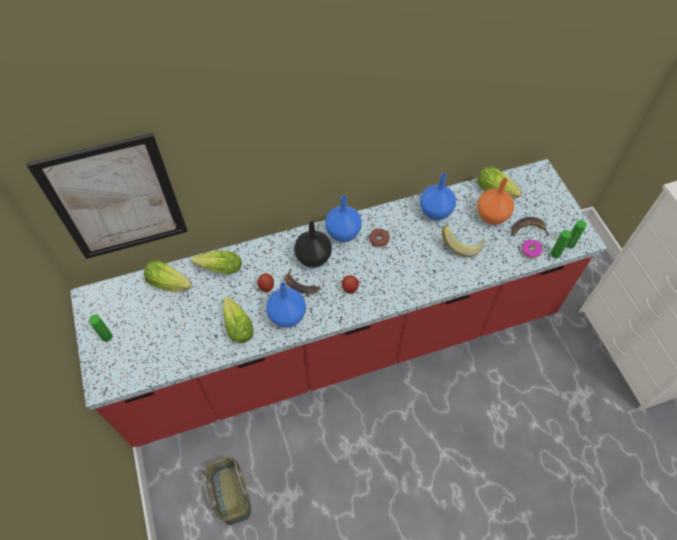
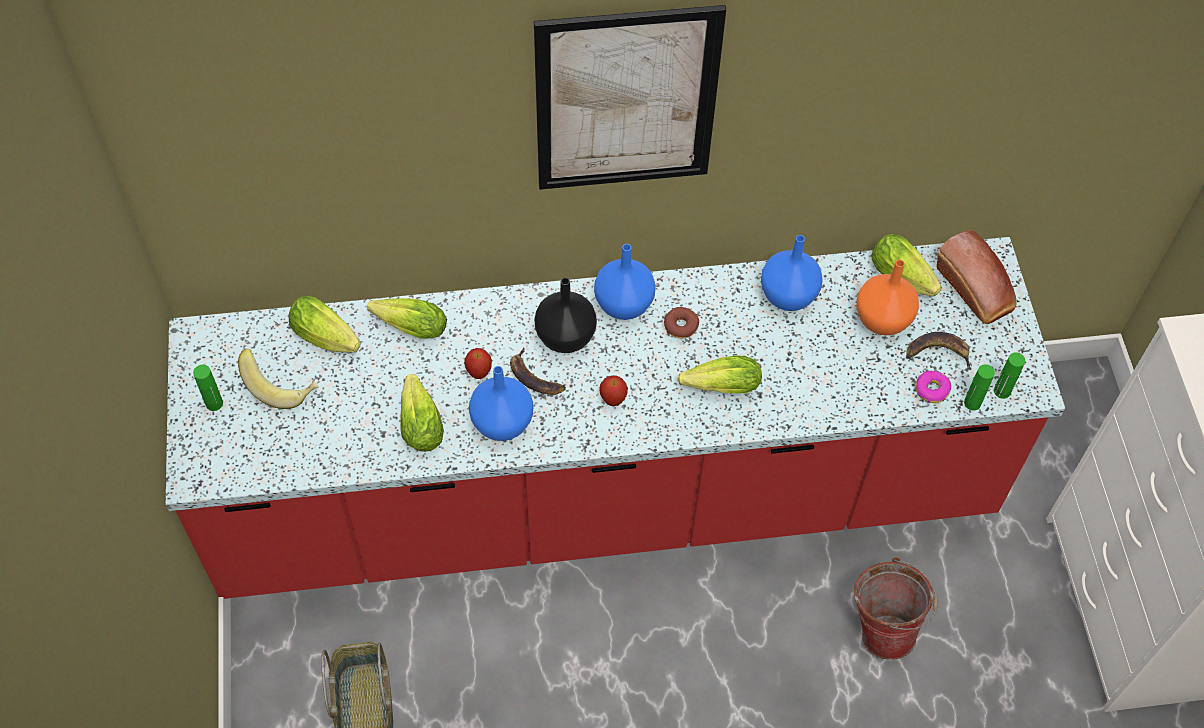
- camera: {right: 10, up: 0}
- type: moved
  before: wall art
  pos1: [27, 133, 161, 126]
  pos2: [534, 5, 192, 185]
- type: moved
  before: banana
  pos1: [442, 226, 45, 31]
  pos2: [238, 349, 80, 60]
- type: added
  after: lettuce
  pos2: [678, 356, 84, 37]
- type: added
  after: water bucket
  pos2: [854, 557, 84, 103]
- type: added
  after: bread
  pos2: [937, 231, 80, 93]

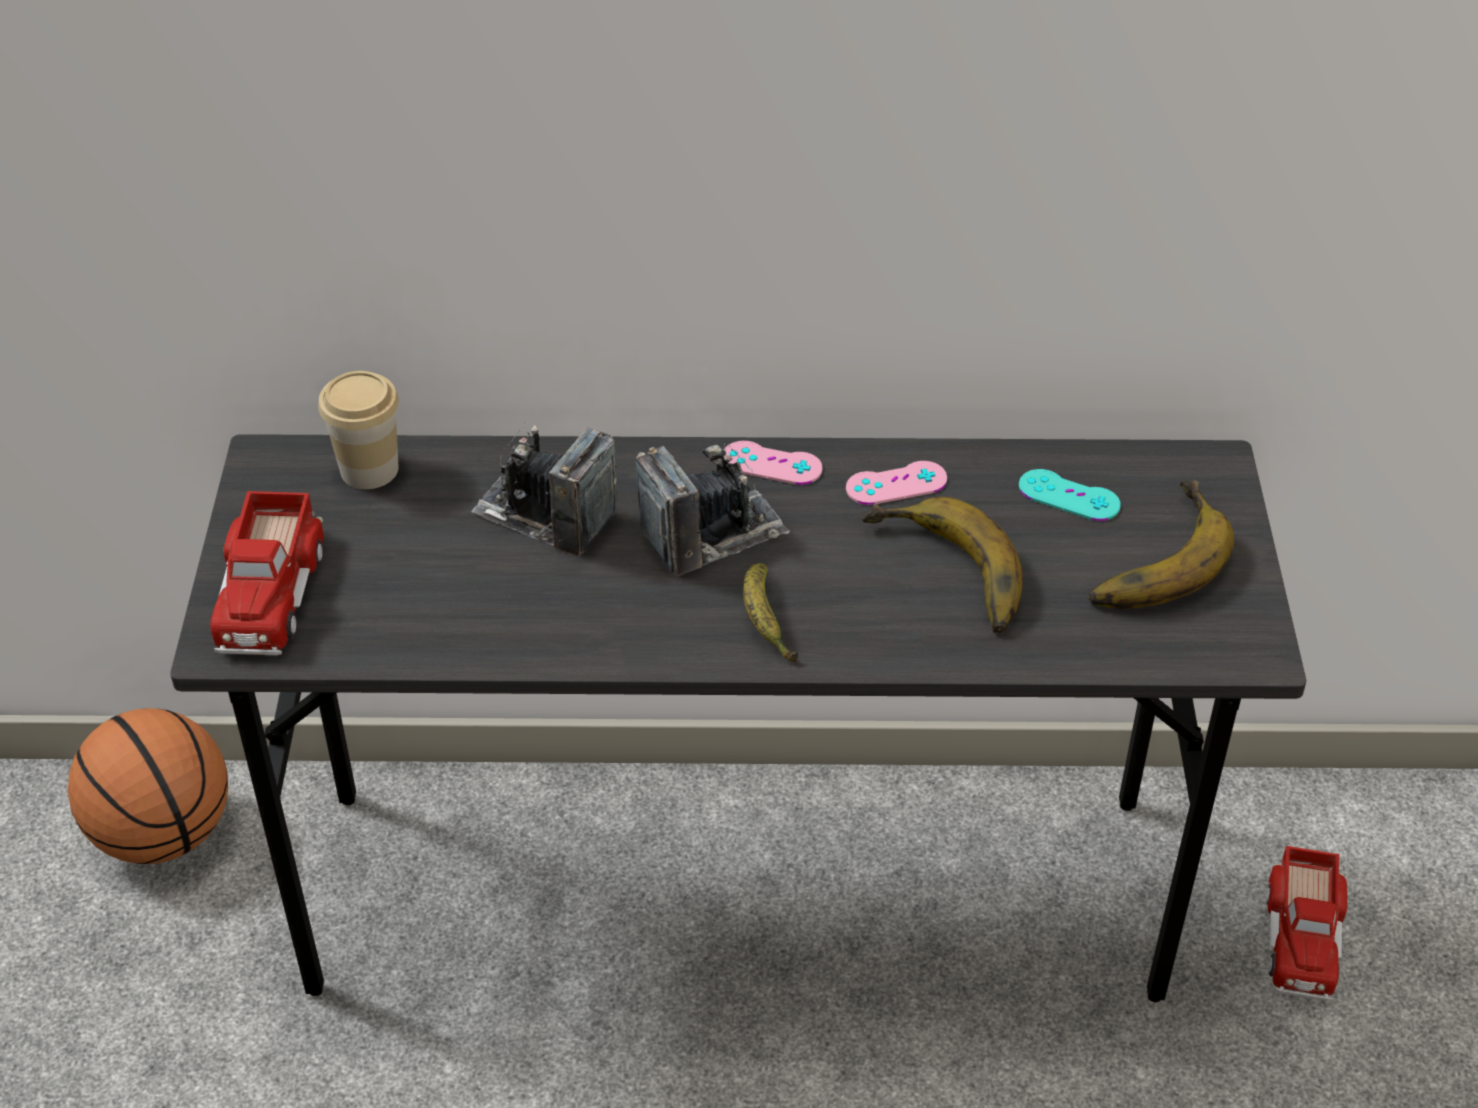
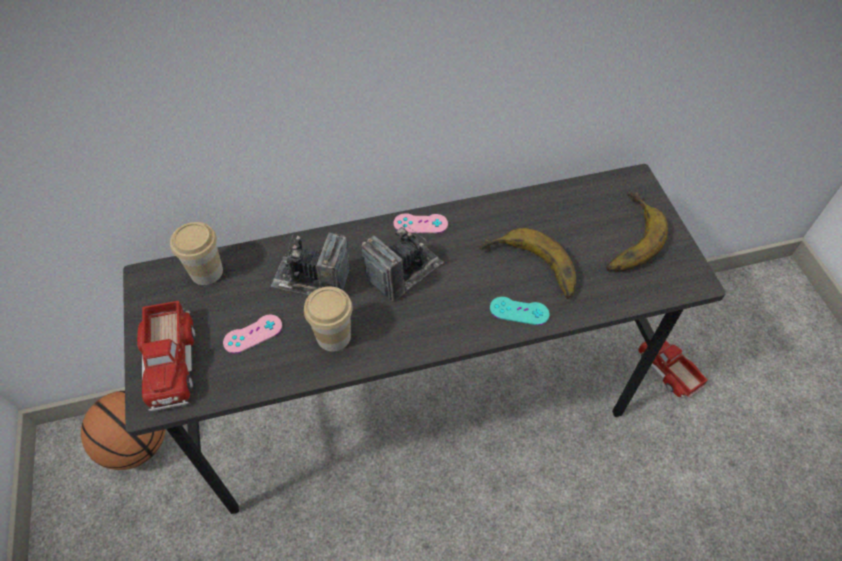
- camera: {right: -15, up: 10}
- type: removed
  before: banana
  pos1: [743, 563, 55, 100]
- type: moved
  before: game controller (pink)
  pos1: [846, 461, 101, 44]
  pos2: [223, 315, 59, 39]
- type: moved
  before: game controller (blue-green)
  pos1: [1019, 469, 102, 52]
  pos2: [490, 297, 60, 28]
- type: turned
  before: toy lorry
  pos1: [1266, 846, 81, 155]
  pos2: [637, 340, 71, 58]
  turn: 150
- type: added
  after: cup
  pos2: [304, 286, 49, 66]

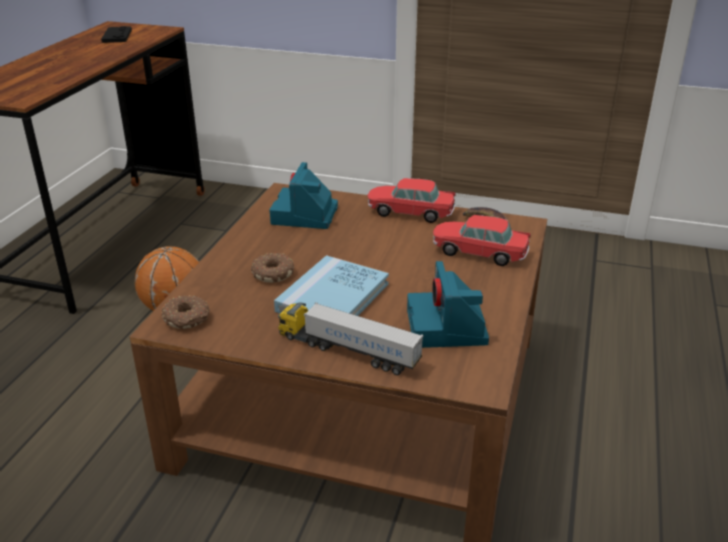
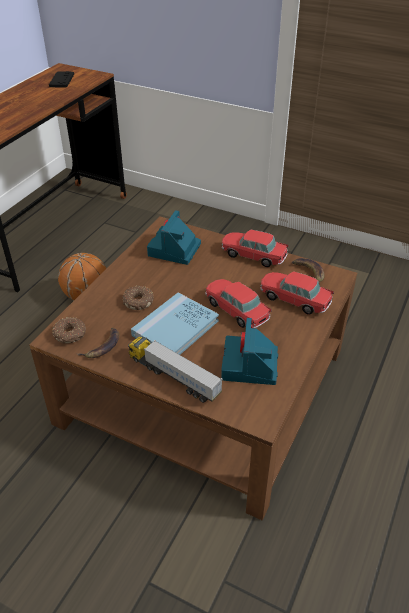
- camera: {right: 10, up: 10}
- type: added
  after: banana
  pos2: [77, 328, 42, 30]
- type: added
  after: toy car
  pos2: [205, 279, 67, 49]

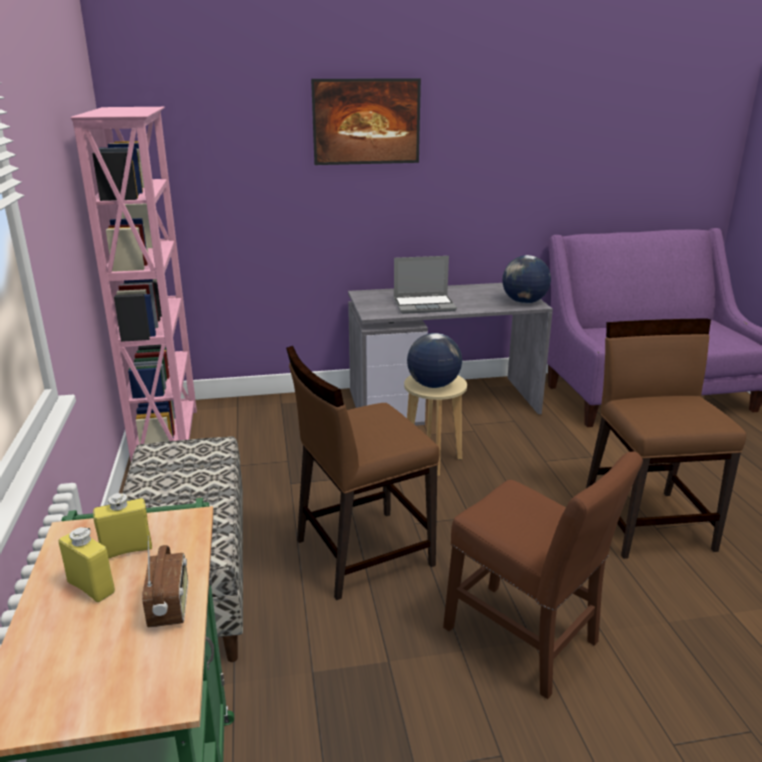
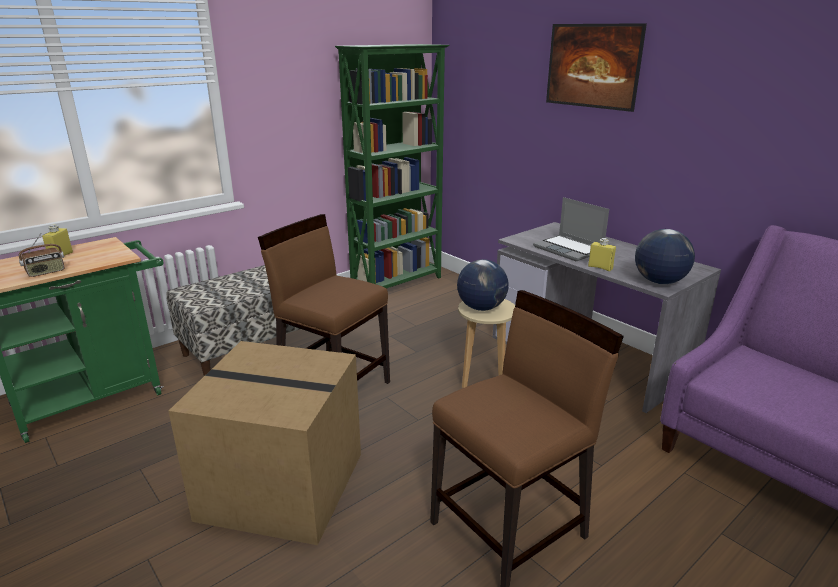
- camera: {right: 60, up: 0}
- type: recoloured
  before: bookcase (pink)
  after: bookcase (green)
  pos1: [71, 107, 126, 354]
  pos2: [335, 44, 115, 244]
- type: moved
  before: bottle (yellow)
  pos1: [93, 493, 59, 66]
  pos2: [588, 238, 28, 33]
- type: replaced
  before: upright chair (brown-coloured)
  after: packing box
  pos1: [443, 452, 200, 247]
  pos2: [168, 341, 193, 204]

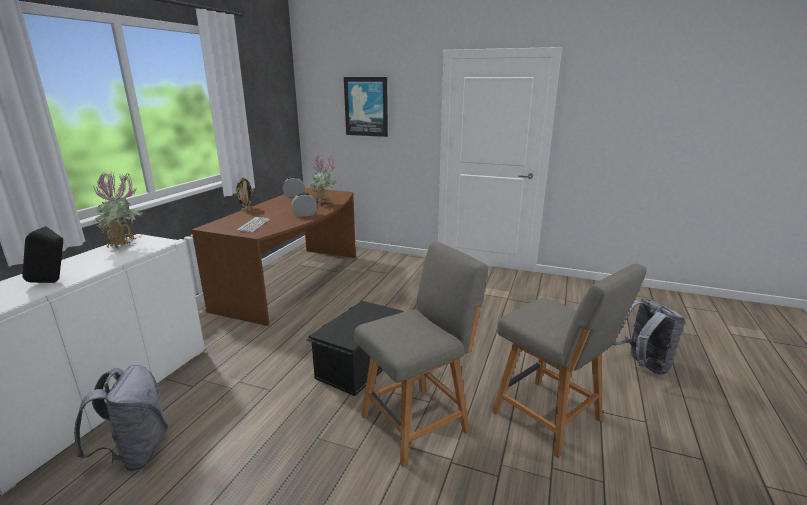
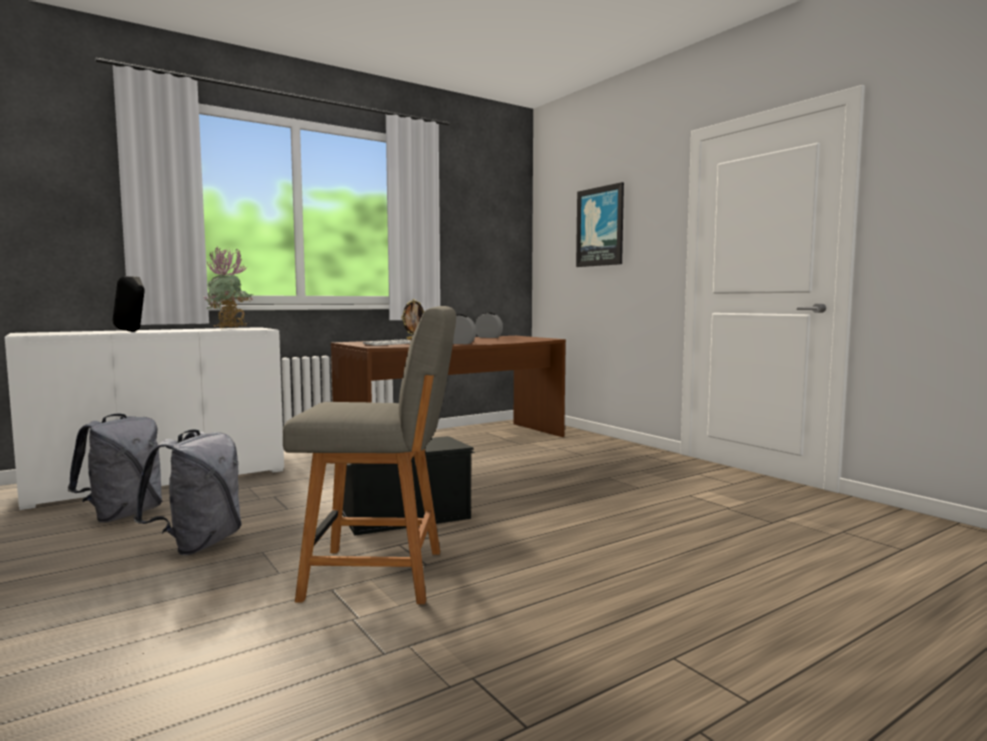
- camera: {right: 35, up: -15}
- type: removed
  before: potted plant
  pos1: [310, 153, 27, 52]
- type: removed
  before: upright chair (gray)
  pos1: [492, 264, 155, 194]
- type: moved
  before: rucksack (gray)
  pos1: [613, 298, 72, 77]
  pos2: [133, 429, 109, 126]

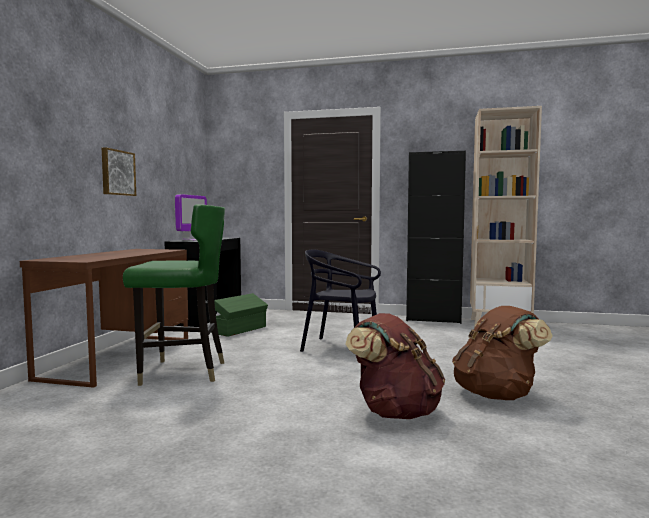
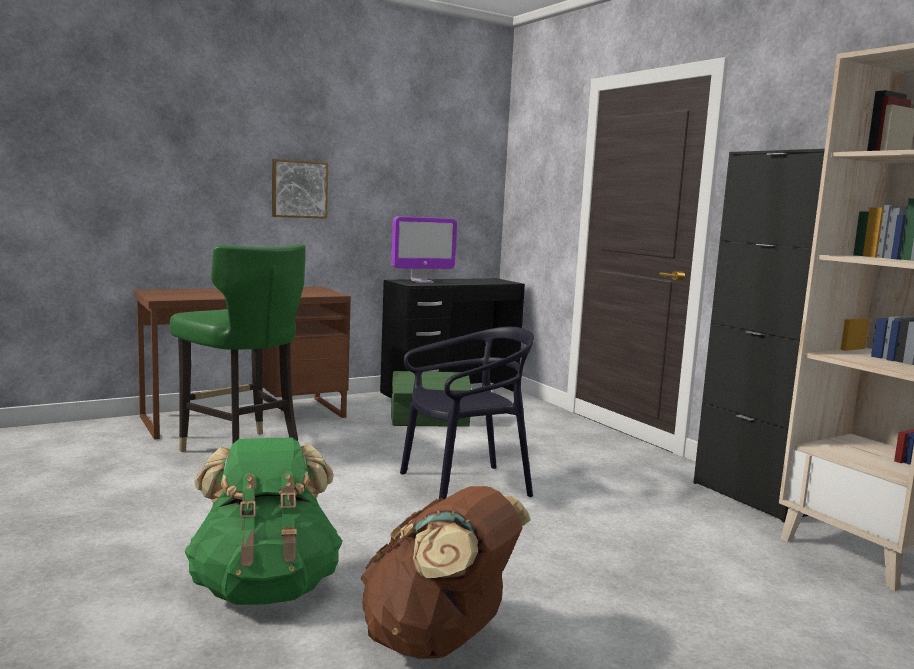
- camera: {right: 45, up: 5}
- type: turned
  before: upright chair (blackish)
  pos1: [300, 249, 81, 103]
  pos2: [400, 327, 134, 173]
  turn: 90
- type: recoloured
  before: rucksack (brown-coloured)
  after: rucksack (green)
  pos1: [345, 313, 100, 106]
  pos2: [185, 438, 157, 167]

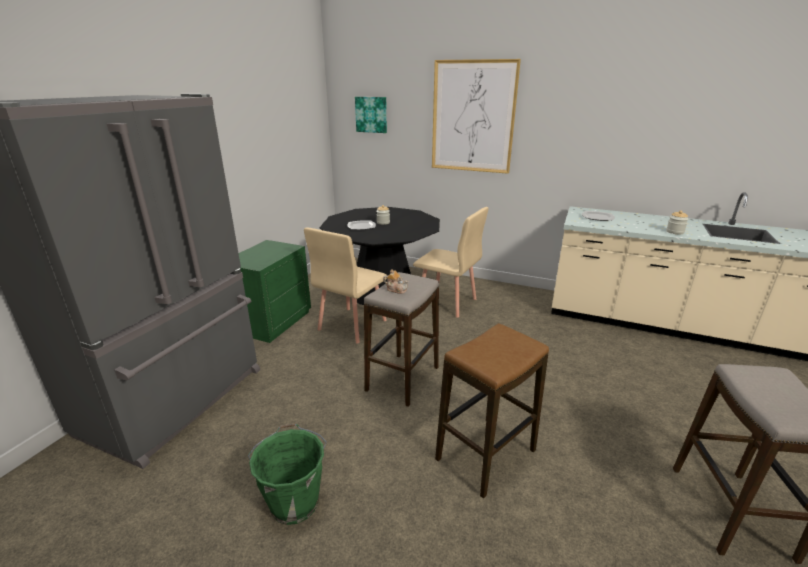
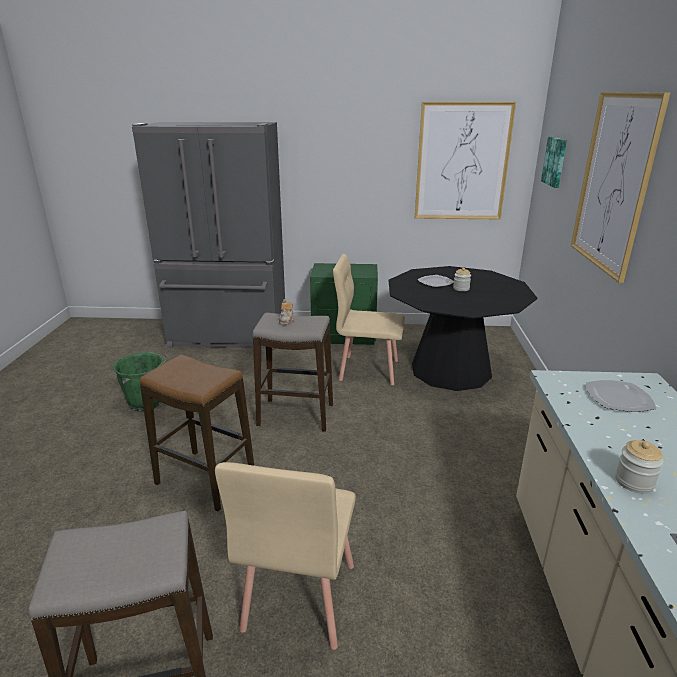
- camera: {right: 70, up: 0}
- type: moved
  before: upright chair (beige-coloured)
  pos1: [413, 207, 75, 111]
  pos2: [215, 462, 141, 188]
- type: added
  after: wall art
  pos2: [415, 102, 101, 117]

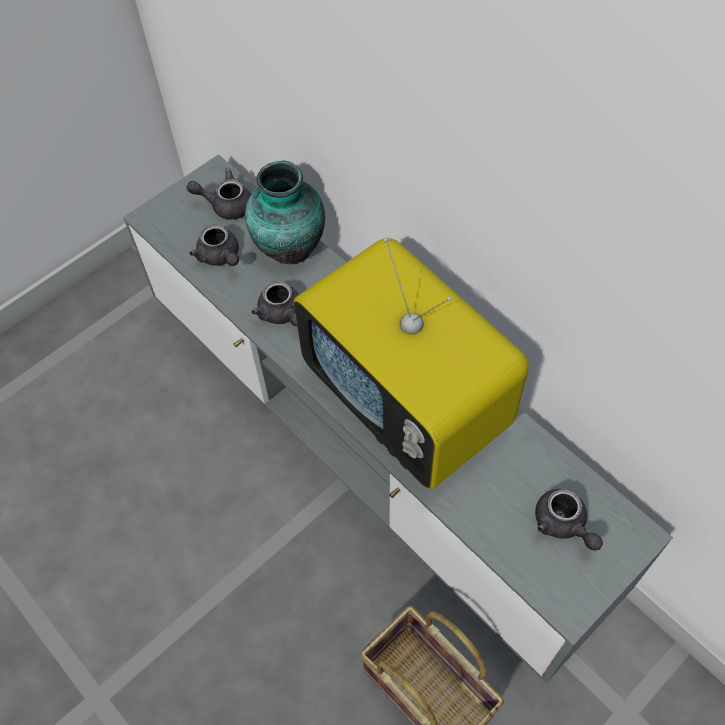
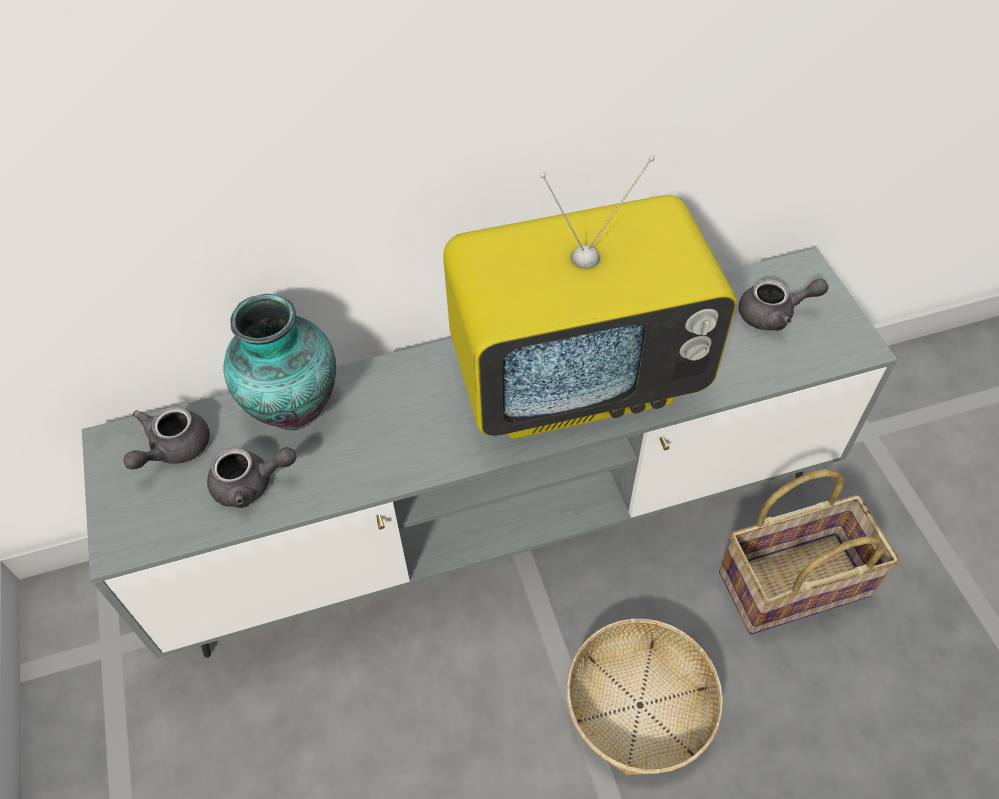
- camera: {right: -65, up: -5}
- type: removed
  before: teapot (gray)
  pos1: [252, 281, 47, 45]
- type: added
  after: basket
  pos2: [567, 619, 156, 156]

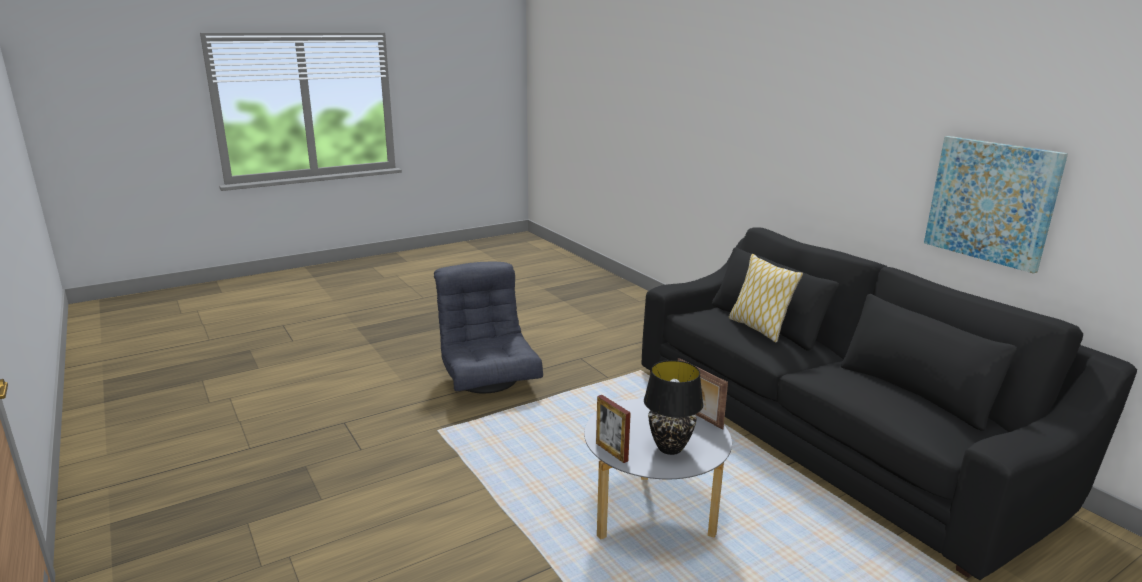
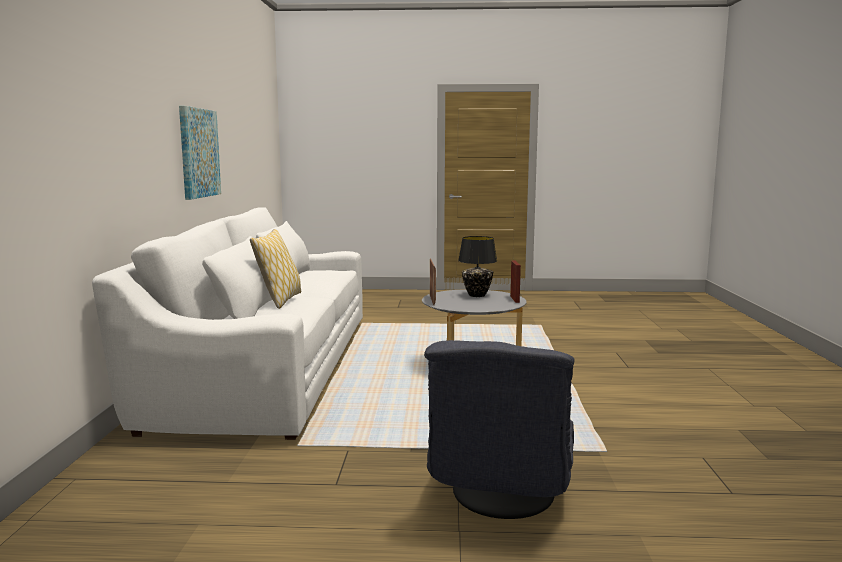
- camera: {right: -145, up: -10}
- type: recoloured
  before: settee (blackish)
  after: settee (whitish)
  pos1: [641, 227, 496, 353]
  pos2: [92, 207, 271, 233]

